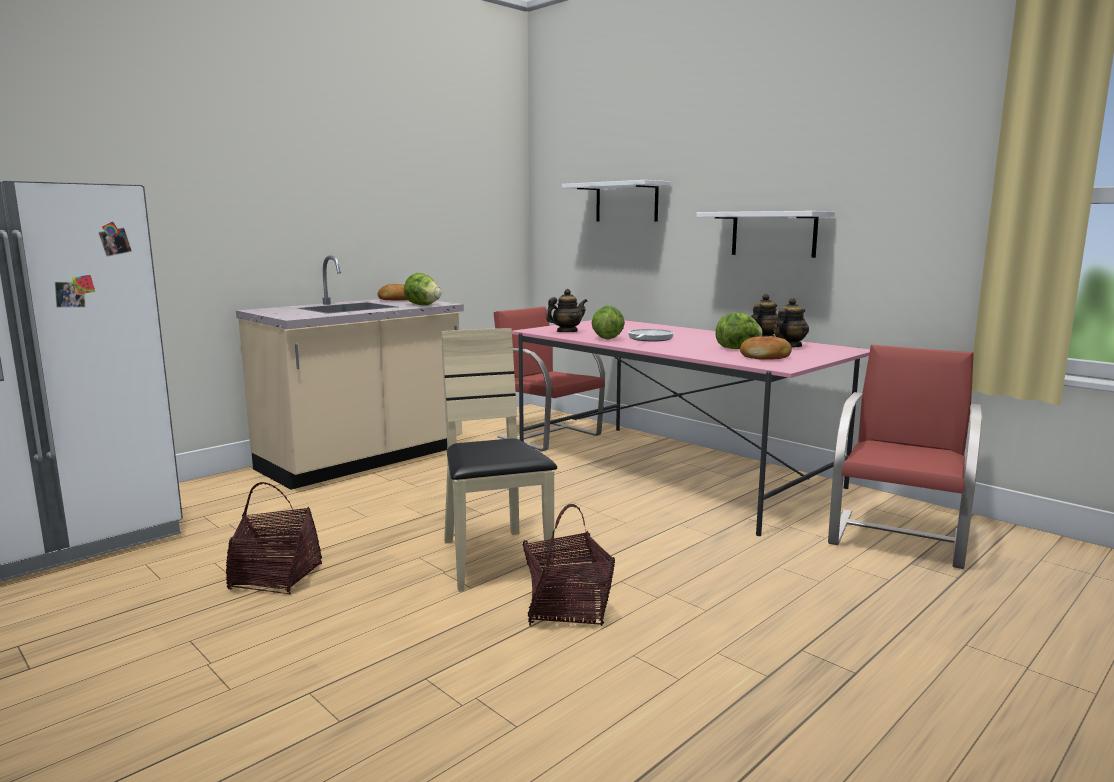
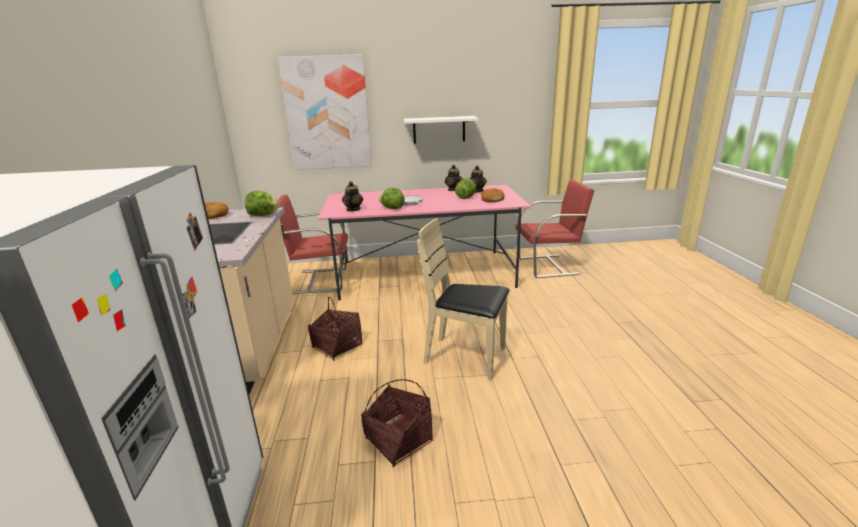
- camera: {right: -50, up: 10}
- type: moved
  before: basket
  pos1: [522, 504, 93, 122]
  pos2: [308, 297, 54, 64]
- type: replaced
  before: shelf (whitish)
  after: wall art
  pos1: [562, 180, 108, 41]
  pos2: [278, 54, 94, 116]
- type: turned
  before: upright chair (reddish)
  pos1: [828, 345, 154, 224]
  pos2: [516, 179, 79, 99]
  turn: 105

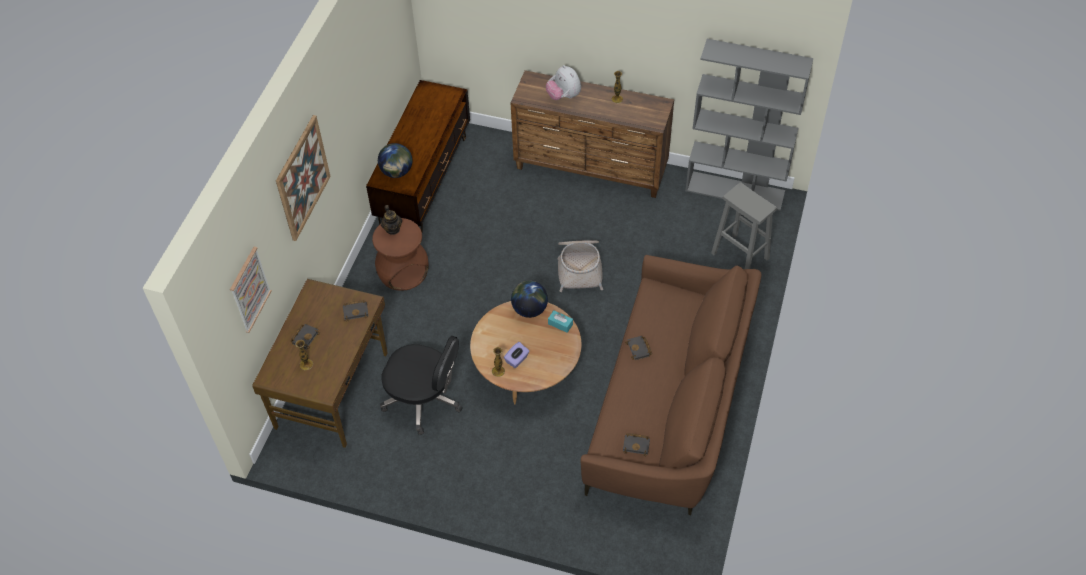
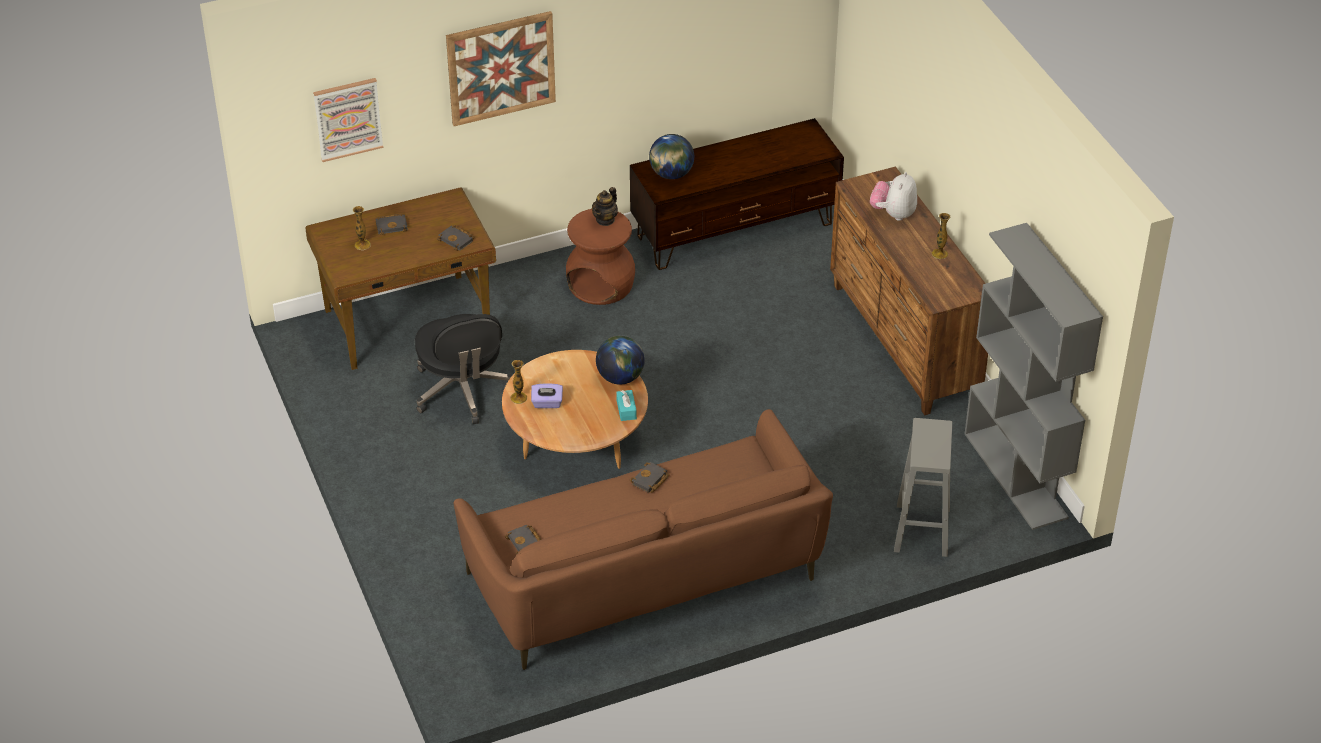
- camera: {right: 50, up: -10}
- type: removed
  before: basket
  pos1: [557, 241, 46, 51]

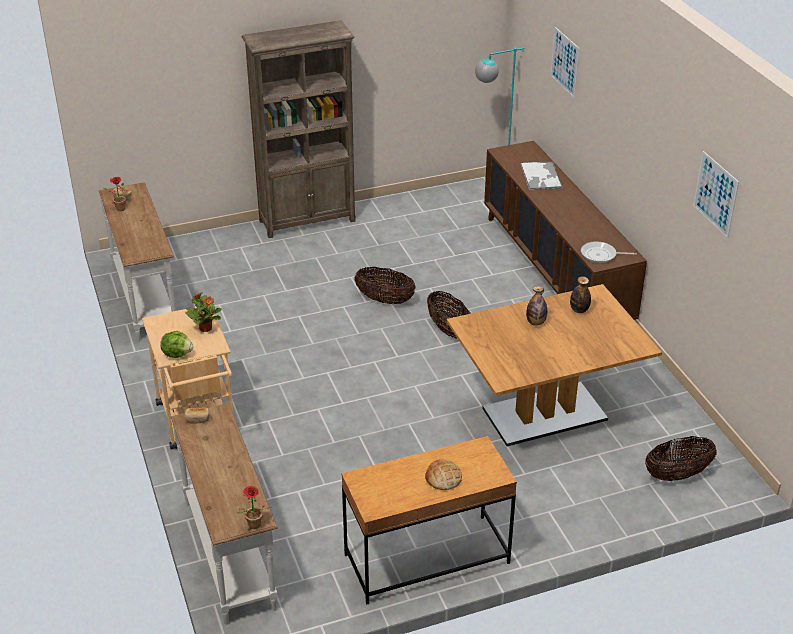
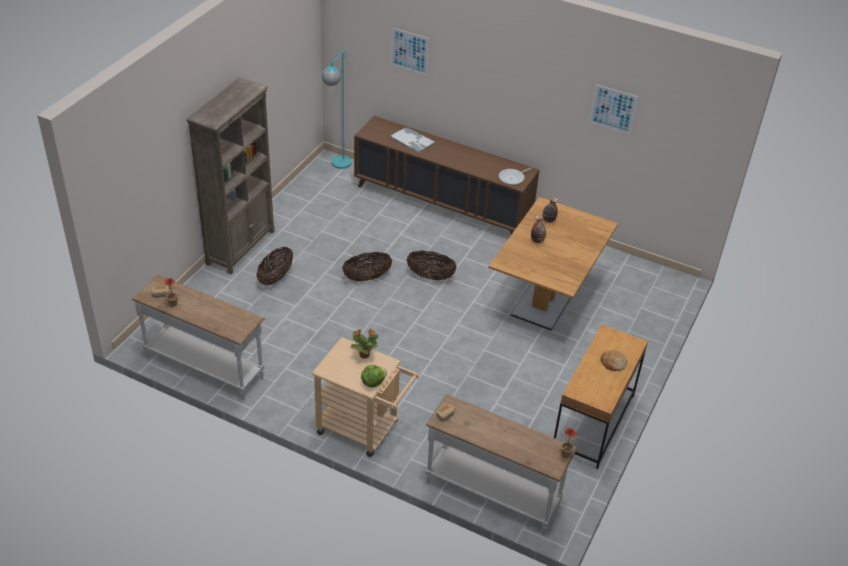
- camera: {right: -45, up: 5}
- type: moved
  before: basket
  pos1: [645, 436, 72, 45]
  pos2: [257, 246, 36, 39]

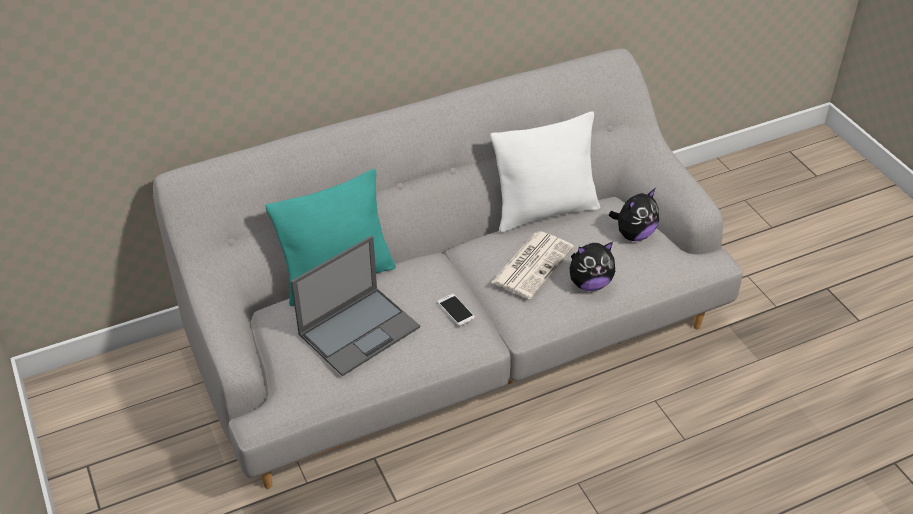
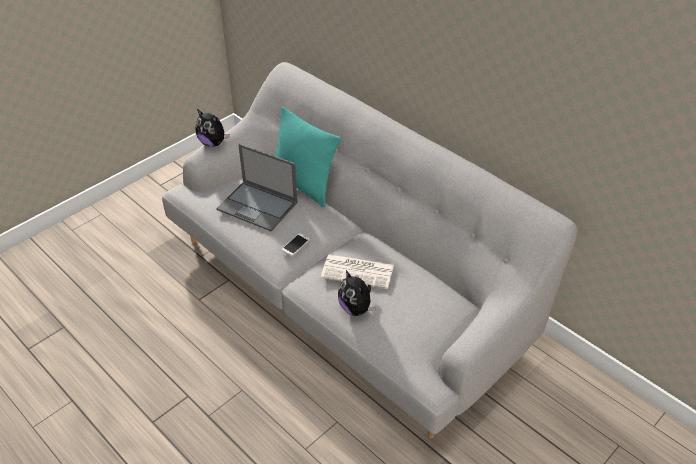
- camera: {right: 70, up: 0}
- type: removed
  before: cushion (whitish)
  pos1: [490, 111, 110, 122]
- type: moved
  before: soft toy
  pos1: [609, 188, 50, 53]
  pos2: [196, 109, 34, 38]

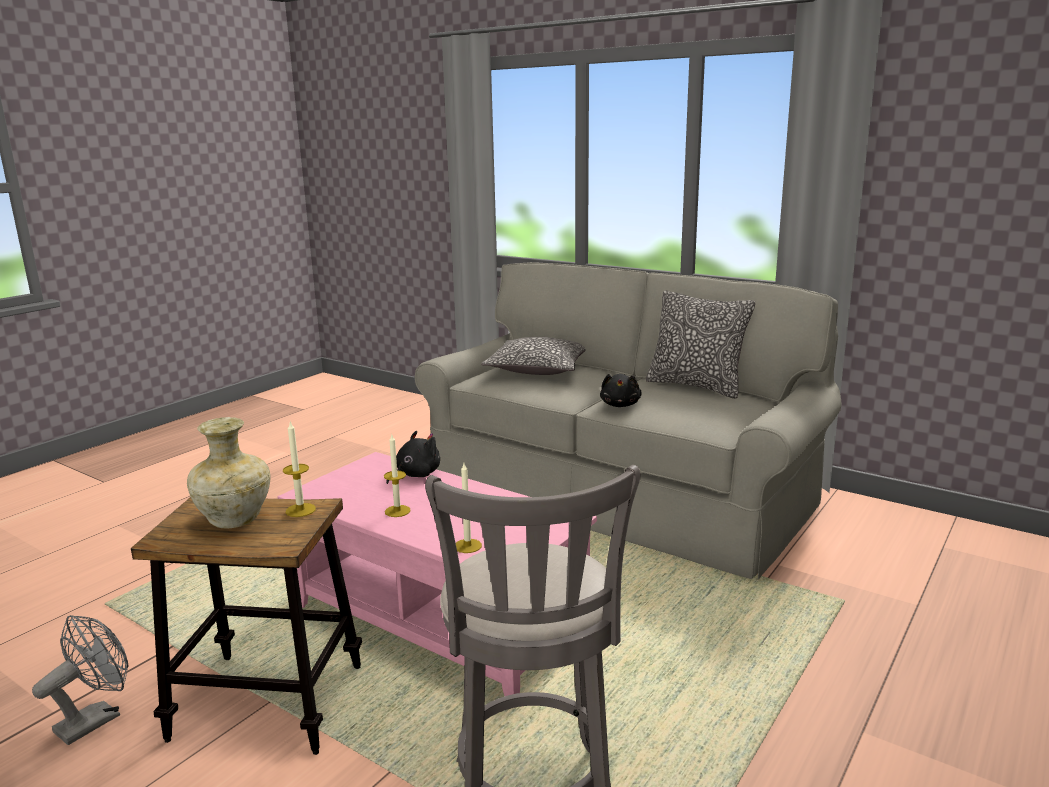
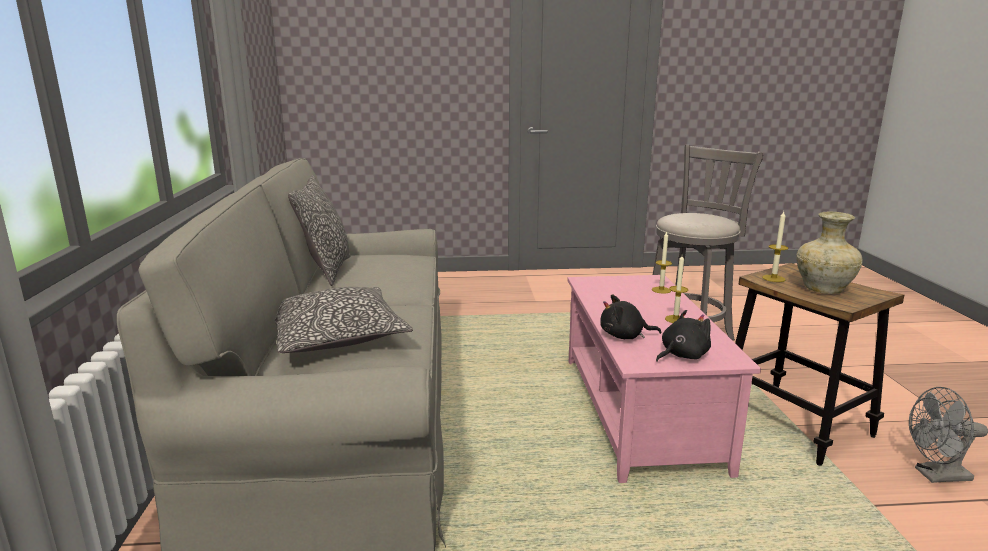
- camera: {right: -130, up: 0}
- type: moved
  before: soft toy (blackish)
  pos1: [600, 374, 42, 33]
  pos2: [656, 310, 55, 52]

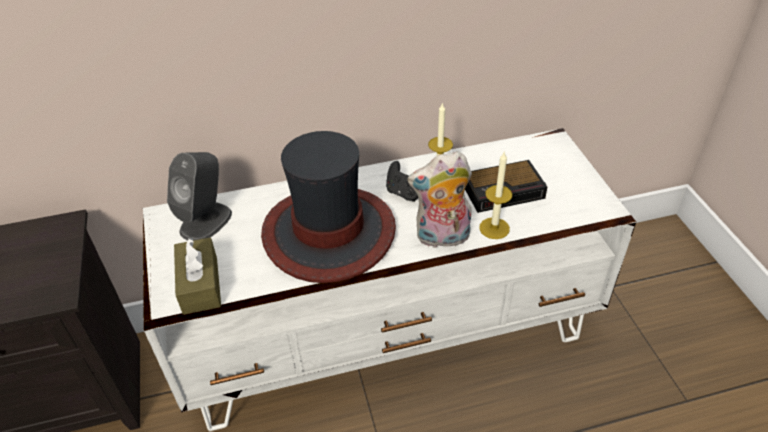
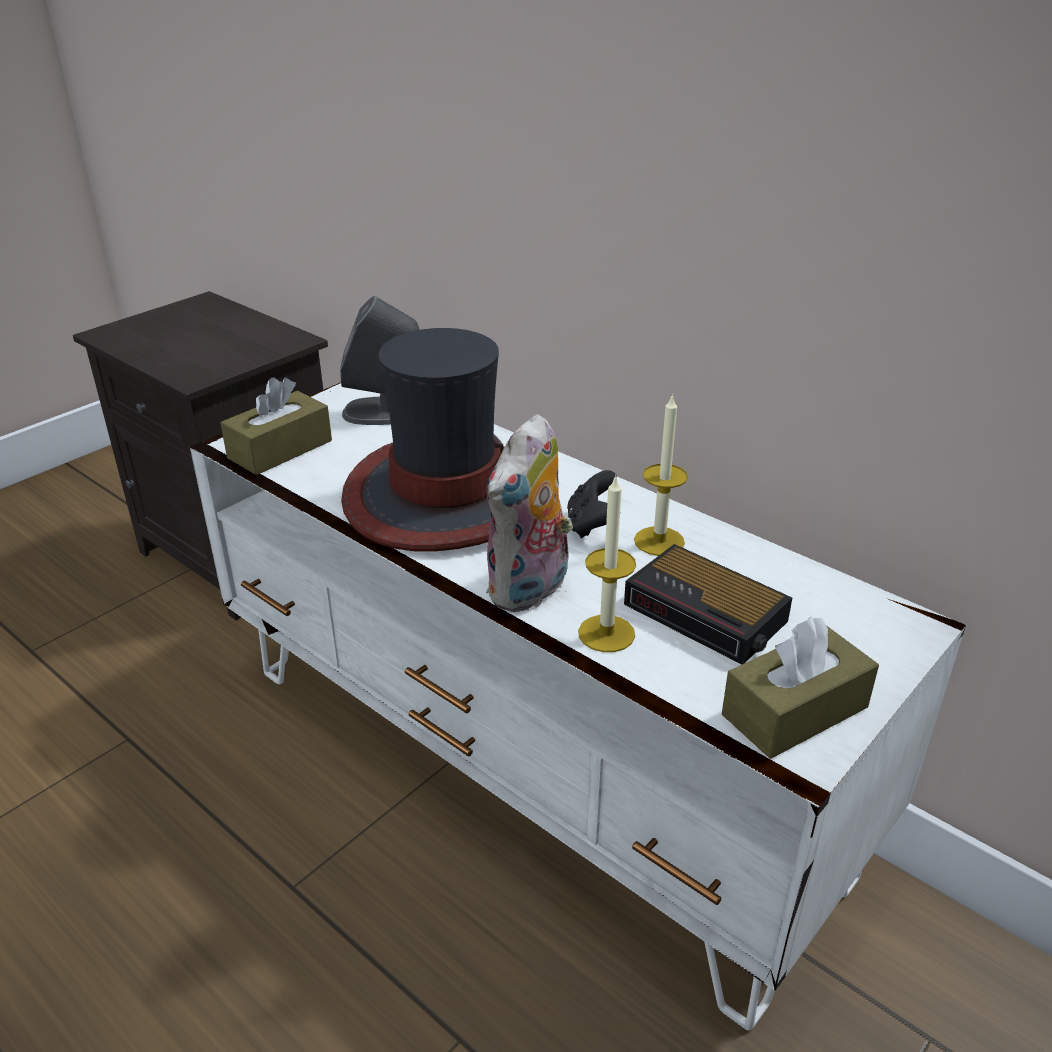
- camera: {right: 55, up: -10}
- type: turned
  before: soft toy
  pos1: [407, 151, 65, 99]
  pos2: [486, 414, 87, 198]
  turn: -105
- type: added
  after: tissue box (brown-coloured)
  pos2: [722, 617, 157, 142]

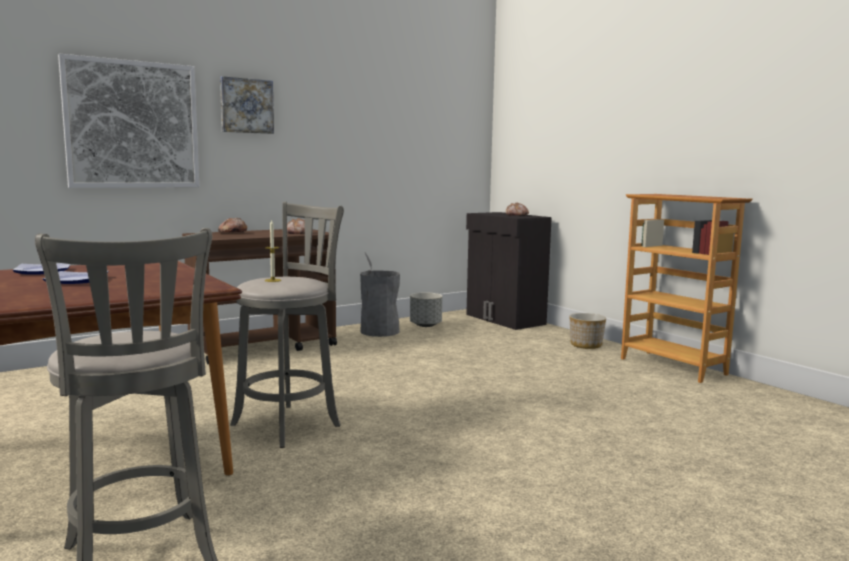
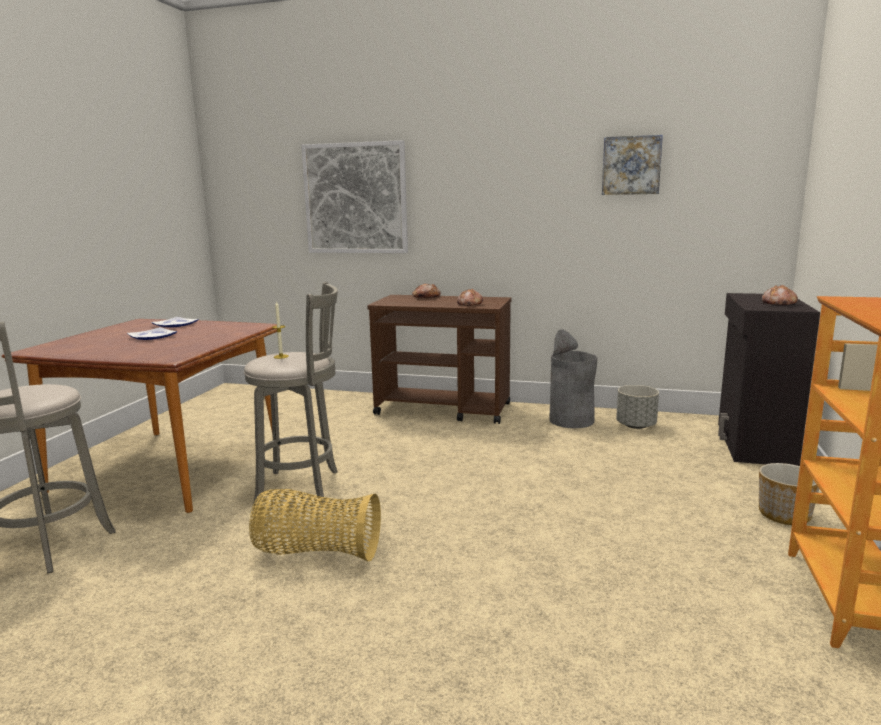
- camera: {right: 50, up: 5}
- type: moved
  before: wall art
  pos1: [220, 76, 54, 58]
  pos2: [602, 135, 61, 60]
- type: added
  after: basket
  pos2: [249, 489, 132, 73]

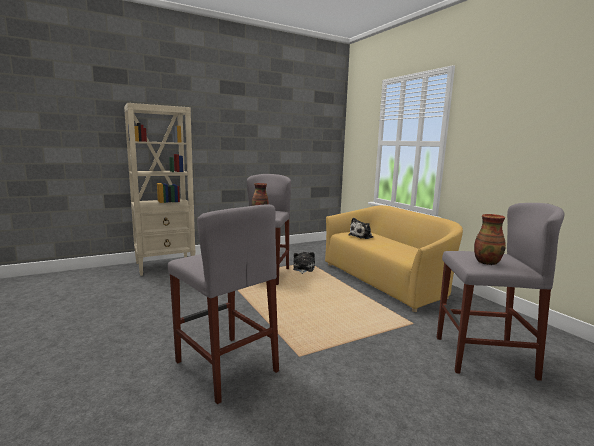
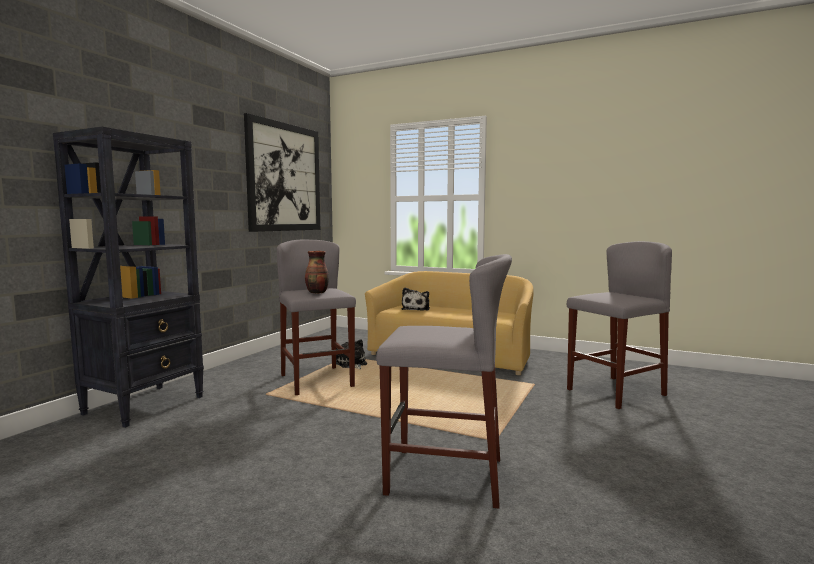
- camera: {right: -35, up: -5}
- type: recoloured
  before: bookcase (beige-coloured)
  after: bookcase (blackish)
  pos1: [124, 103, 71, 173]
  pos2: [53, 127, 151, 301]
- type: removed
  before: decorative vase
  pos1: [474, 214, 32, 51]
- type: added
  after: wall art
  pos2: [244, 113, 76, 119]

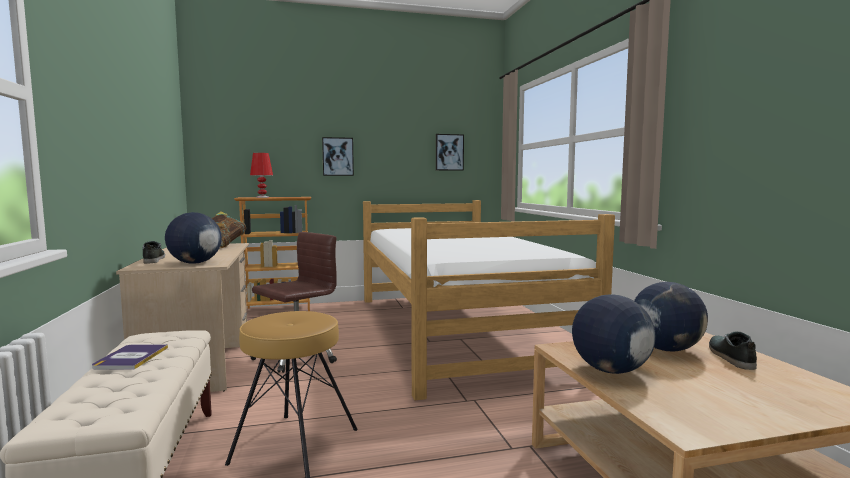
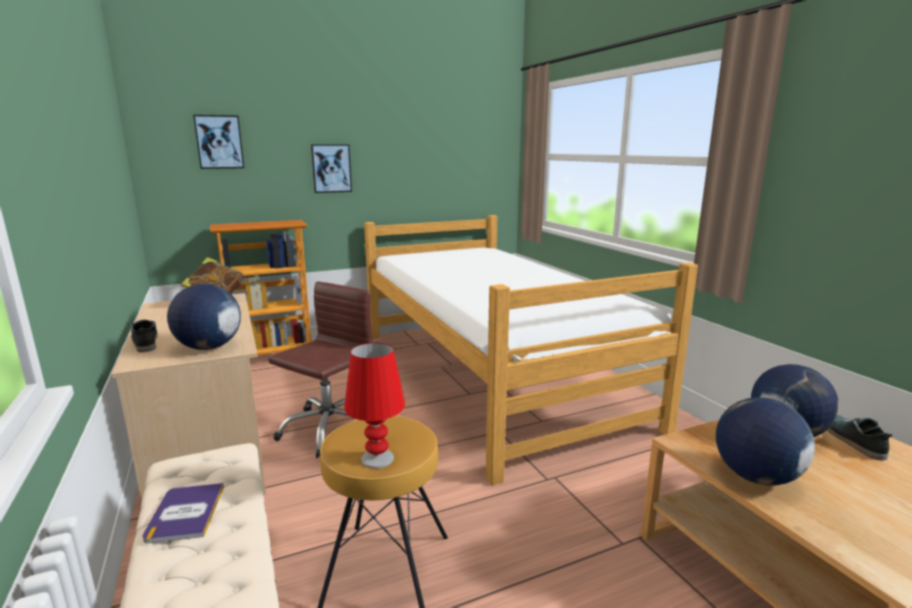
- camera: {right: -10, up: 10}
- type: moved
  before: lamp for a table (reddish)
  pos1: [250, 153, 23, 45]
  pos2: [344, 343, 61, 125]
- type: moved
  before: wall art
  pos1: [436, 134, 28, 37]
  pos2: [193, 115, 51, 54]

